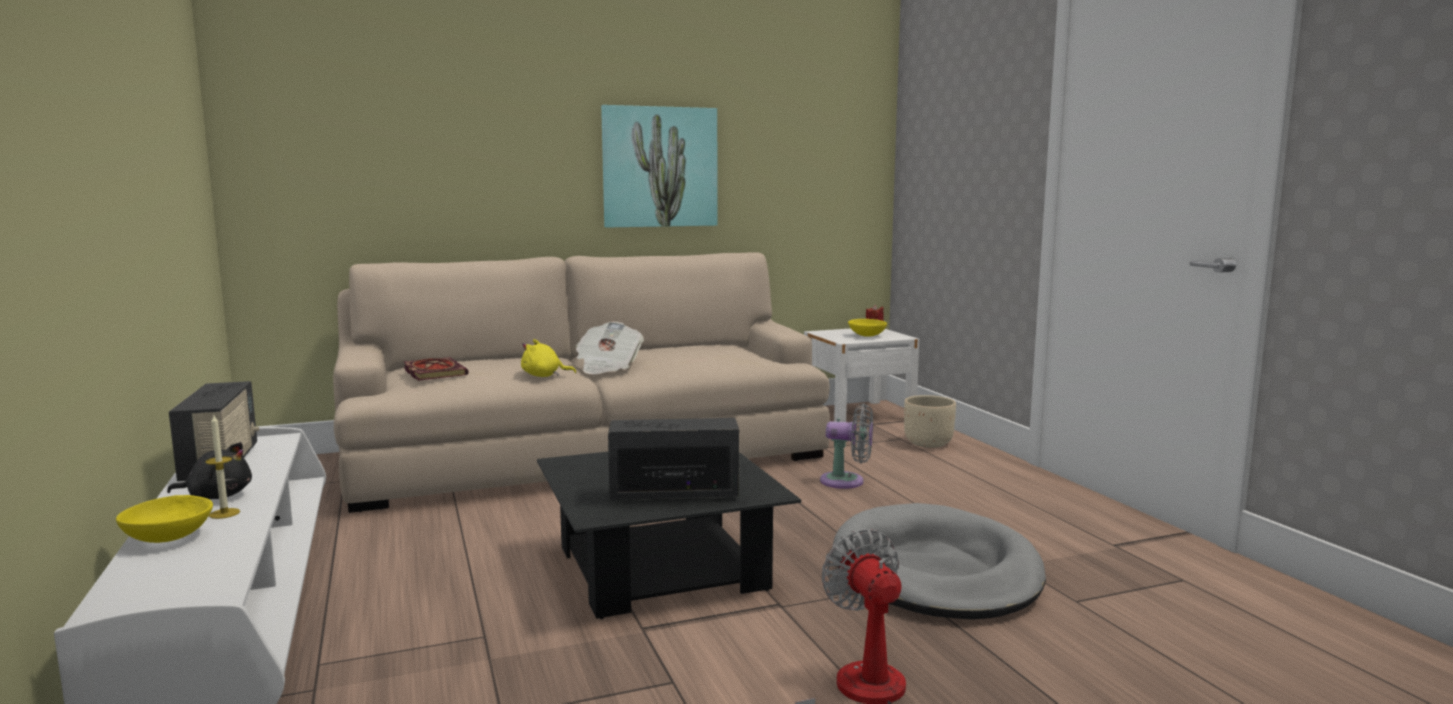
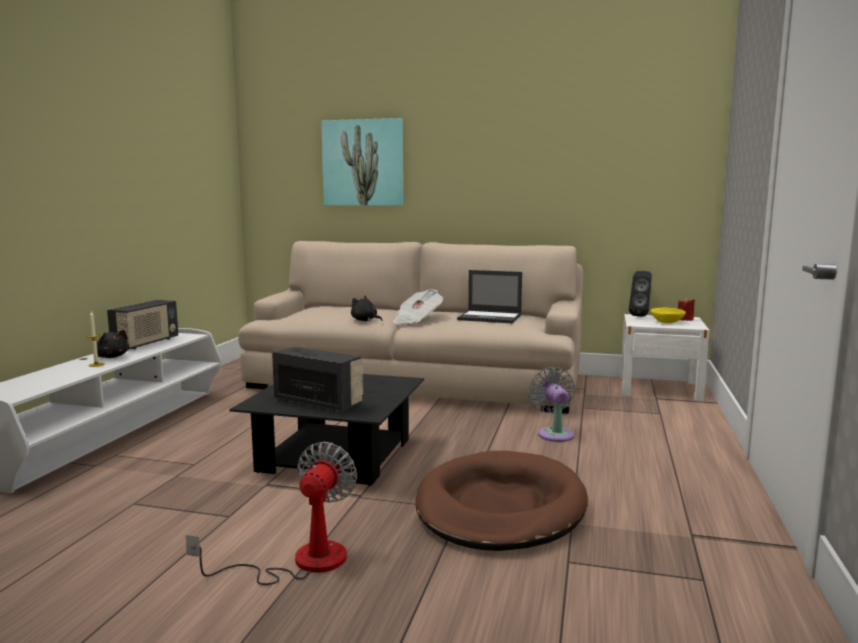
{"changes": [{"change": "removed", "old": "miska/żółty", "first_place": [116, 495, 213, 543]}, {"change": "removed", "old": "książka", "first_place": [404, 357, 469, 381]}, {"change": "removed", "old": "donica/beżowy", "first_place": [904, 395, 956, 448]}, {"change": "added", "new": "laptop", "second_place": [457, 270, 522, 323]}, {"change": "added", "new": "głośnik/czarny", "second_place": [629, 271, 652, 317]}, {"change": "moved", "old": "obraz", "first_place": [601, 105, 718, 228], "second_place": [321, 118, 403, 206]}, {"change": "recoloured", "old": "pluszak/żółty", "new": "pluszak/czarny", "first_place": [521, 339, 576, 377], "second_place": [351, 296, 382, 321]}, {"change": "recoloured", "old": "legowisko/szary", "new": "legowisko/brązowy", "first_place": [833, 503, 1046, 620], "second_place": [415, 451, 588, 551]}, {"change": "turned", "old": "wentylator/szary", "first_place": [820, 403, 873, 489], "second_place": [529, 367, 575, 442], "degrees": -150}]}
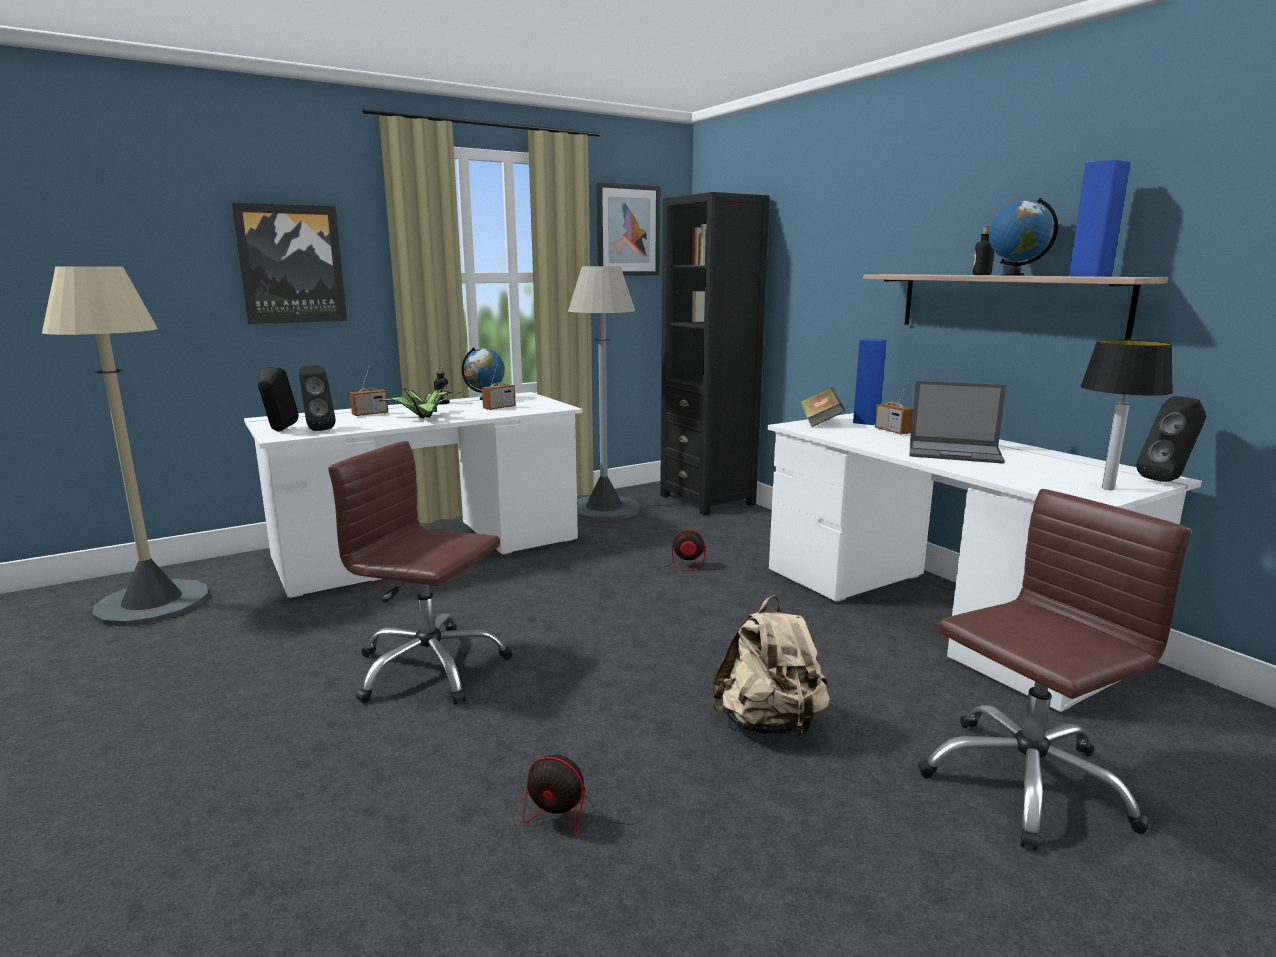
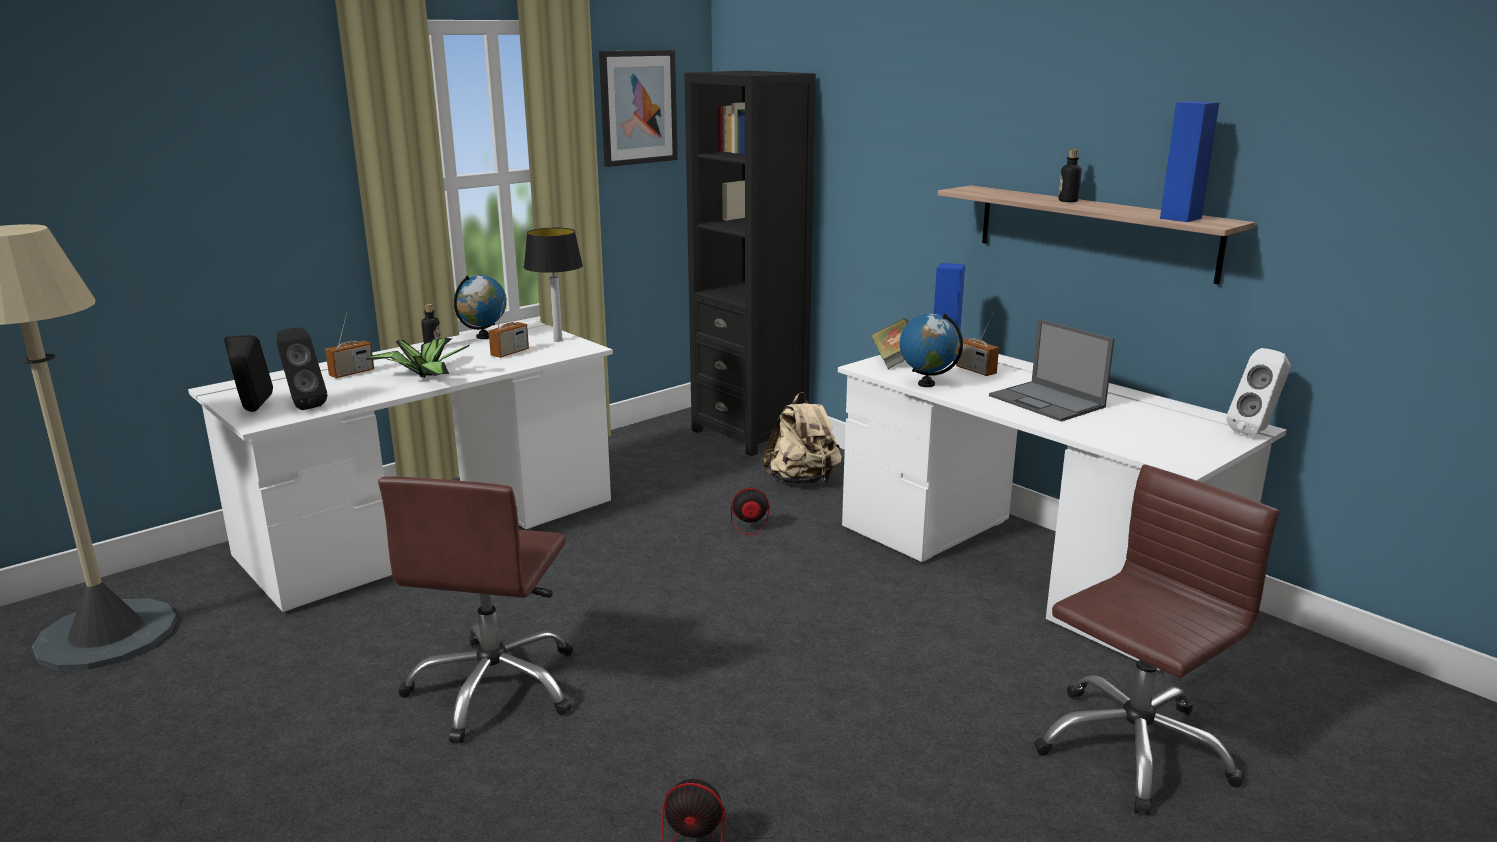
{"changes": [{"change": "removed", "old": "obraz", "first_place": [231, 202, 347, 324]}, {"change": "removed", "old": "lampa stojąca/szary", "first_place": [568, 266, 640, 521]}, {"change": "moved", "old": "plecak/beżowy", "first_place": [712, 595, 830, 737], "second_place": [762, 392, 842, 484]}, {"change": "moved", "old": "globus", "first_place": [989, 198, 1058, 276], "second_place": [900, 313, 963, 387]}, {"change": "moved", "old": "lampa stołowa", "first_place": [1080, 339, 1173, 490], "second_place": [524, 228, 583, 342]}, {"change": "recoloured", "old": "głośnik/czarny", "new": "głośnik/biały", "first_place": [1136, 396, 1206, 482], "second_place": [1226, 348, 1291, 436]}, {"change": "turned", "old": "krzesło biurowe/brązowy", "first_place": [328, 441, 512, 705], "second_place": [378, 476, 573, 743], "degrees": -90}, {"change": "turned", "old": "laptop", "first_place": [910, 381, 1006, 464], "second_place": [989, 319, 1114, 422], "degrees": 45}]}
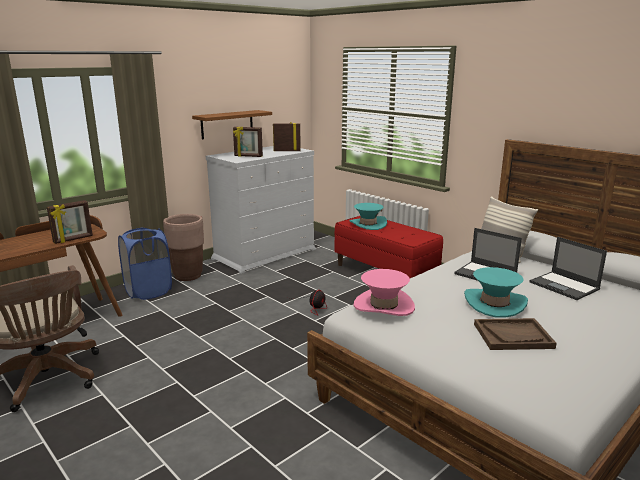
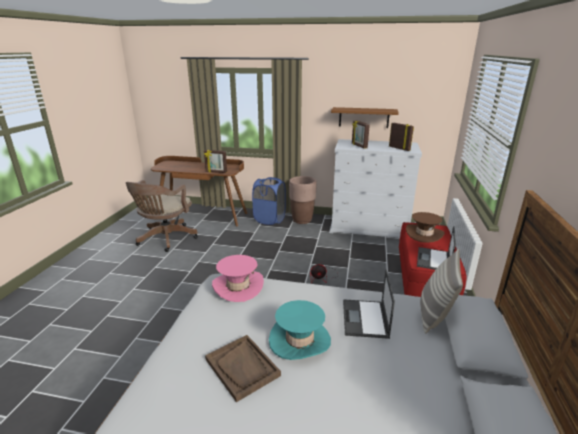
{"changes": [{"change": "moved", "old": "laptop", "first_place": [530, 237, 607, 300], "second_place": [417, 226, 456, 270]}, {"change": "recoloured", "old": "kapelusz/turkusowy", "new": "kapelusz/brązowy", "first_place": [350, 203, 387, 230], "second_place": [406, 212, 445, 243]}]}
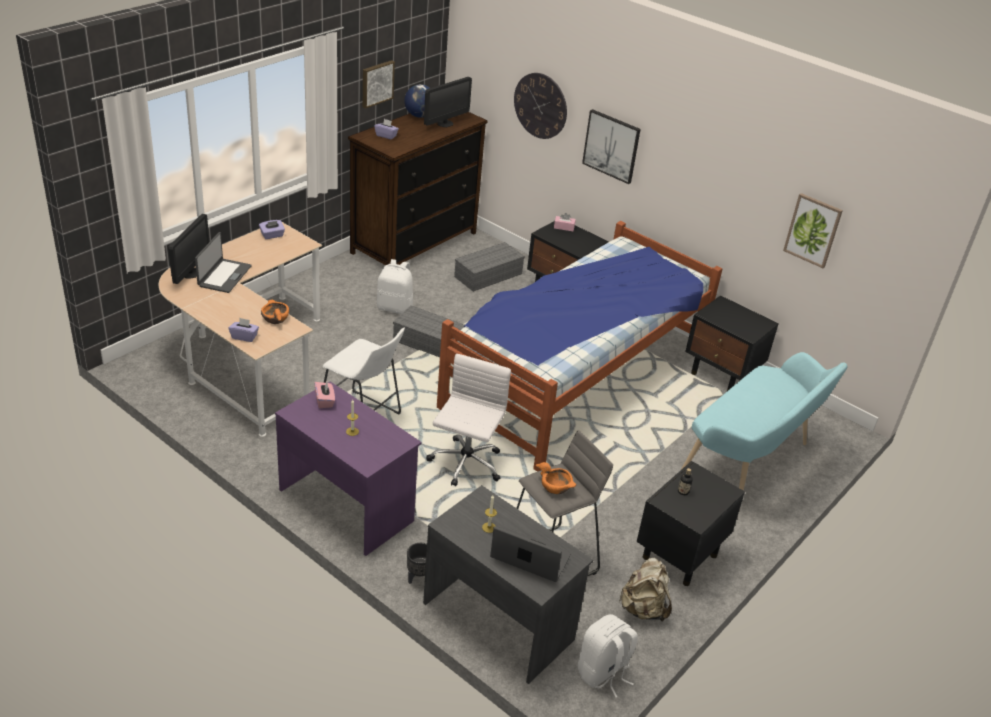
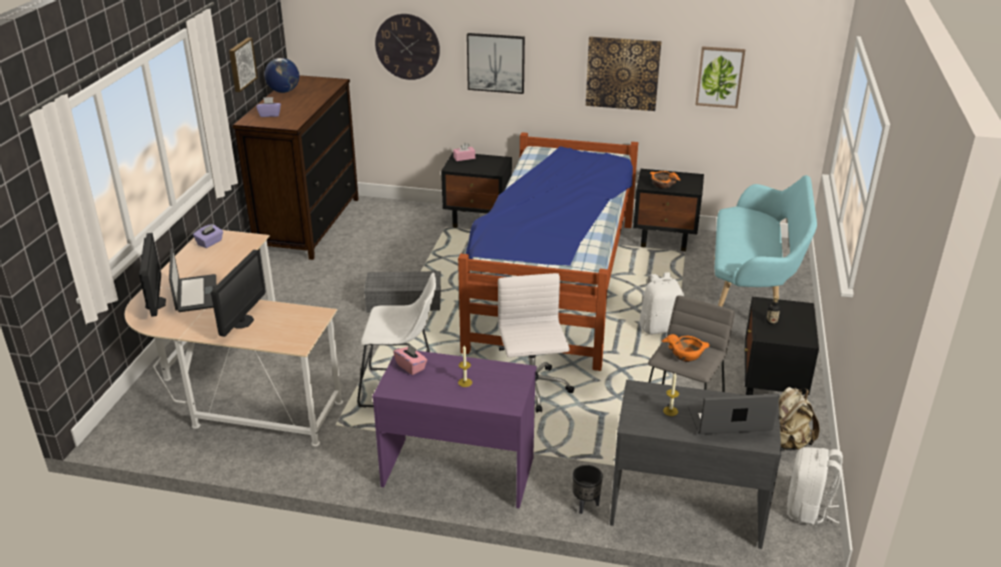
{"changes": [{"change": "removed", "old": "pudełko chusteczek/fioletowy", "first_place": [229, 318, 259, 342]}, {"change": "removed", "old": "pojemnik do przechowywania/szary", "first_place": [454, 242, 525, 292]}, {"change": "added", "new": "obraz", "second_place": [586, 37, 661, 111]}, {"change": "moved", "old": "miska/pomarańczowy", "first_place": [261, 300, 289, 324], "second_place": [650, 171, 680, 189]}, {"change": "moved", "old": "plecak/biały", "first_place": [377, 259, 413, 314], "second_place": [639, 272, 685, 334]}, {"change": "moved", "old": "monitor", "first_place": [424, 77, 472, 127], "second_place": [211, 250, 266, 337]}]}
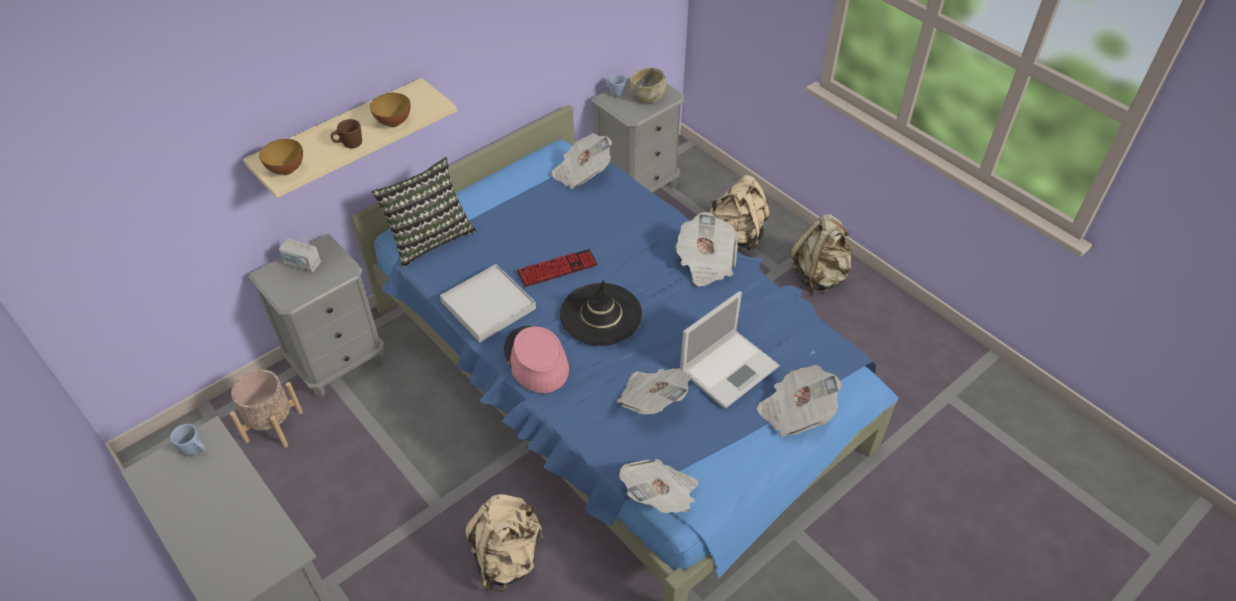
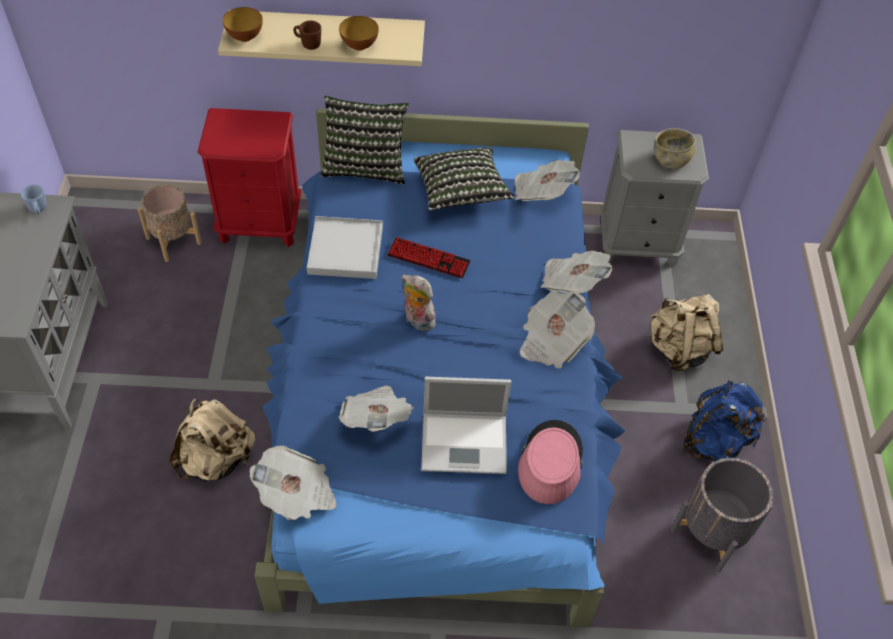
{"changes": [{"change": "removed", "old": "radio", "first_place": [279, 235, 321, 273]}, {"change": "removed", "old": "kubek/niebieski", "first_place": [604, 74, 626, 97]}, {"change": "added", "new": "poduszka", "second_place": [413, 147, 515, 210]}, {"change": "added", "new": "donica/szary", "second_place": [670, 458, 773, 572]}, {"change": "moved", "old": "kapelusz/różowy", "first_place": [504, 326, 569, 393], "second_place": [518, 420, 583, 504]}, {"change": "moved", "old": "gazeta", "first_place": [757, 365, 842, 437], "second_place": [541, 250, 612, 294]}, {"change": "replaced", "old": "kapelusz/czarny", "new": "pluszak", "first_place": [560, 280, 642, 346], "second_place": [402, 275, 436, 331]}, {"change": "recoloured", "old": "szafka nocna/szary", "new": "szafka nocna/czerwony", "first_place": [248, 234, 385, 398], "second_place": [197, 108, 302, 247]}, {"change": "recoloured", "old": "plecak/beżowy", "new": "plecak/niebieski", "first_place": [790, 214, 852, 294], "second_place": [683, 380, 767, 461]}]}
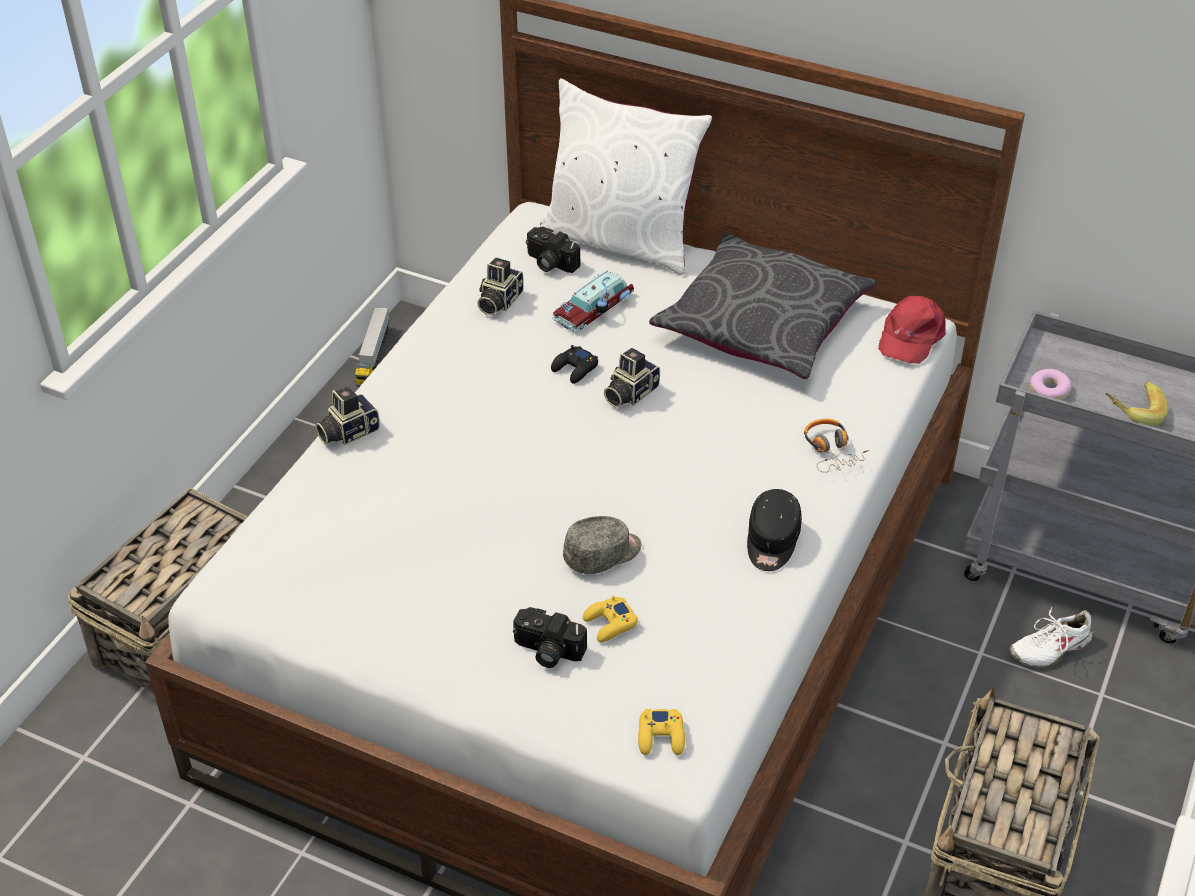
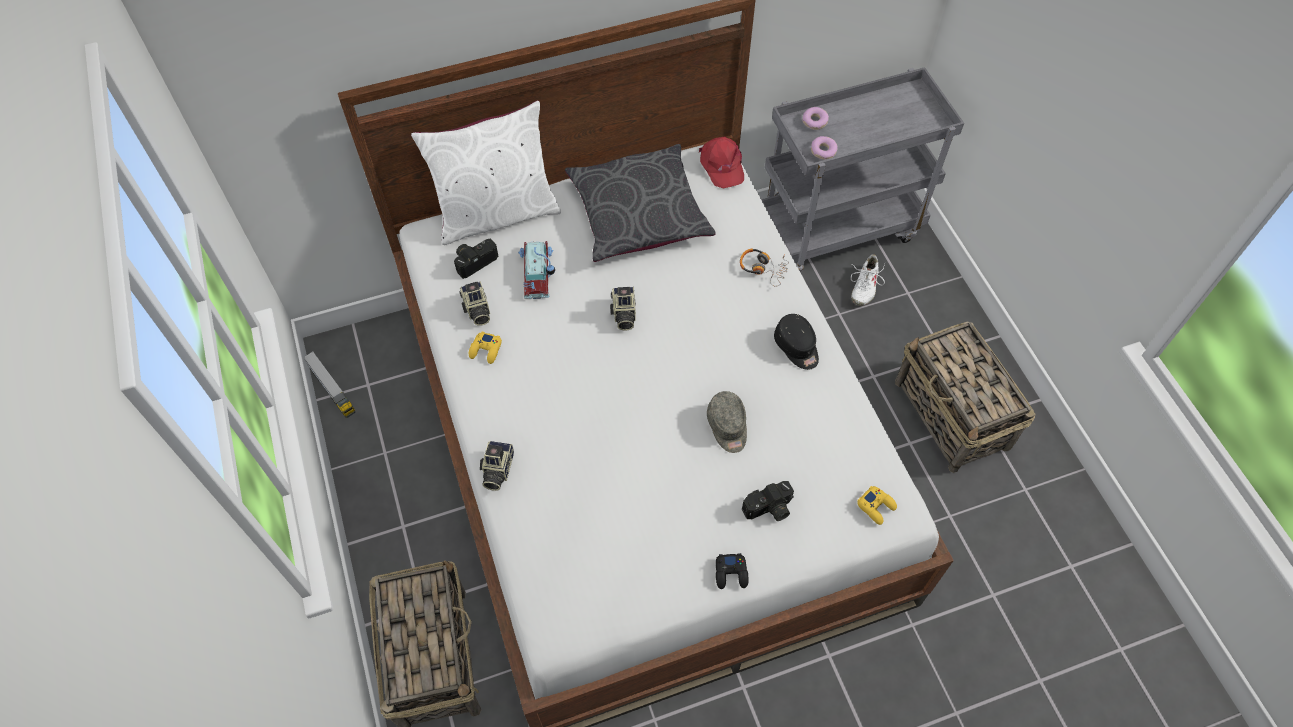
{"changes": [{"change": "removed", "old": "banan", "first_place": [1105, 381, 1168, 426]}, {"change": "added", "new": "donut", "second_place": [802, 107, 829, 130]}, {"change": "moved", "old": "pad do gier/czarny", "first_place": [551, 345, 598, 384], "second_place": [716, 553, 749, 589]}, {"change": "moved", "old": "pad do gier/żółty", "first_place": [583, 595, 638, 642], "second_place": [469, 332, 502, 364]}, {"change": "turned", "old": "aparat fotograficzny", "first_place": [526, 227, 580, 273], "second_place": [454, 239, 498, 279], "degrees": 150}, {"change": "turned", "old": "czapka z daszkiem/szary", "first_place": [563, 516, 642, 574], "second_place": [707, 391, 747, 453], "degrees": 150}]}
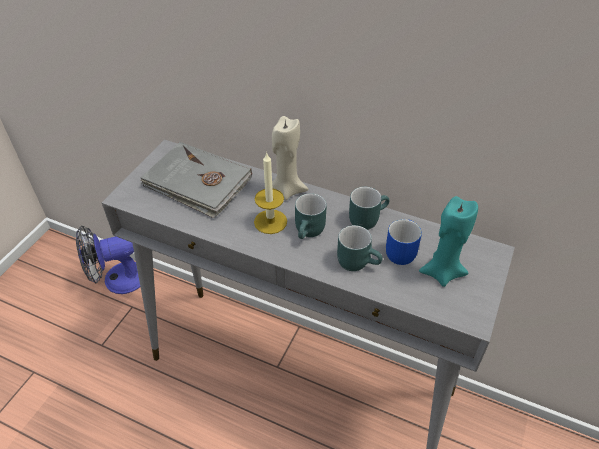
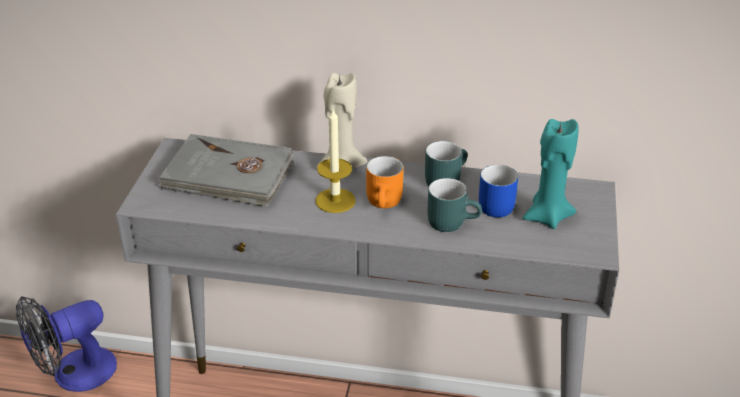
{"changes": [{"change": "recoloured", "old": "kubek/turkusowy", "new": "kubek/pomarańczowy", "first_place": [295, 193, 327, 239], "second_place": [366, 156, 403, 208]}]}
